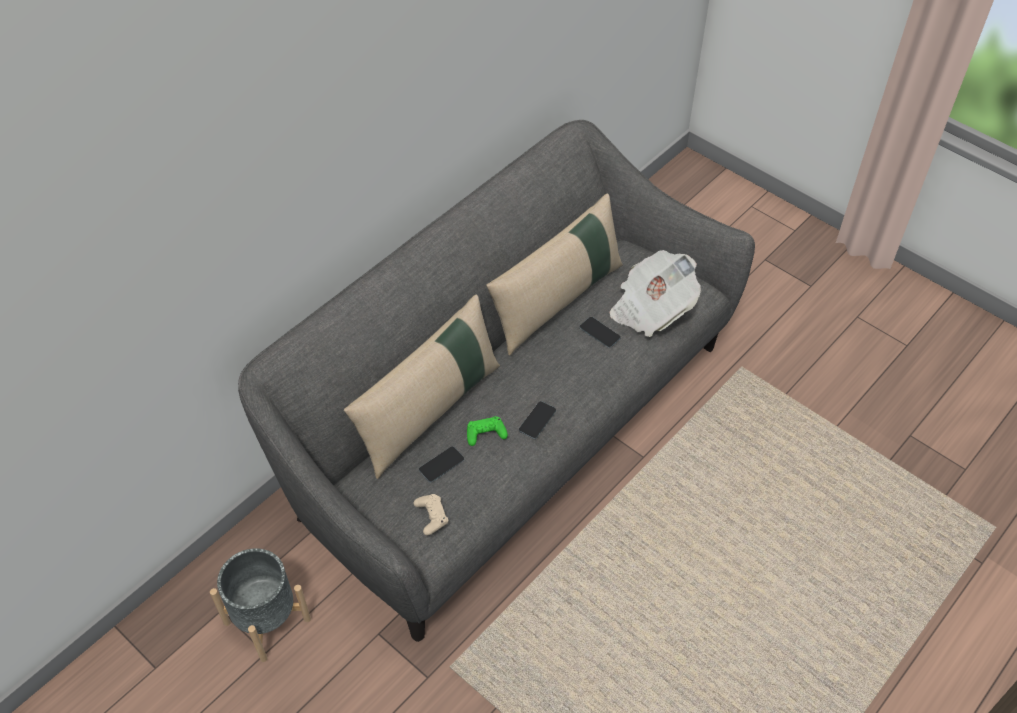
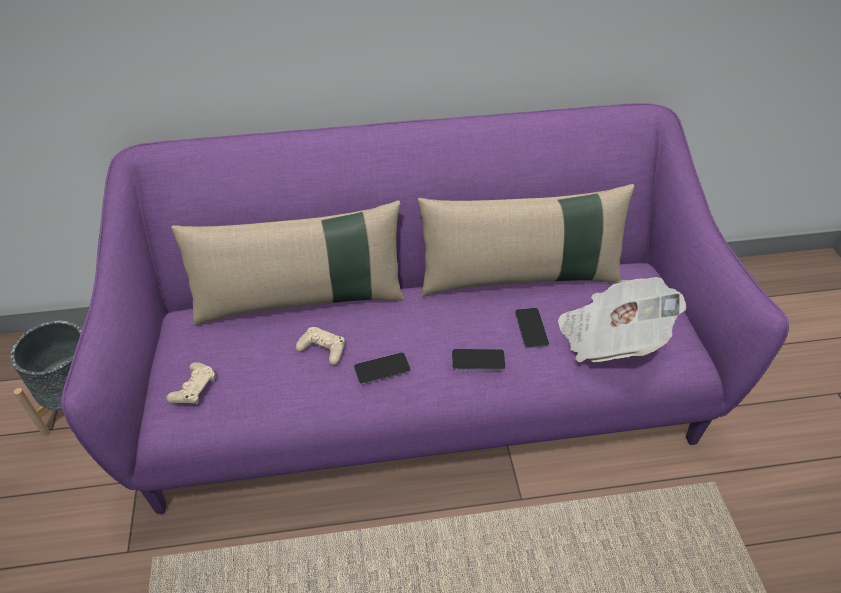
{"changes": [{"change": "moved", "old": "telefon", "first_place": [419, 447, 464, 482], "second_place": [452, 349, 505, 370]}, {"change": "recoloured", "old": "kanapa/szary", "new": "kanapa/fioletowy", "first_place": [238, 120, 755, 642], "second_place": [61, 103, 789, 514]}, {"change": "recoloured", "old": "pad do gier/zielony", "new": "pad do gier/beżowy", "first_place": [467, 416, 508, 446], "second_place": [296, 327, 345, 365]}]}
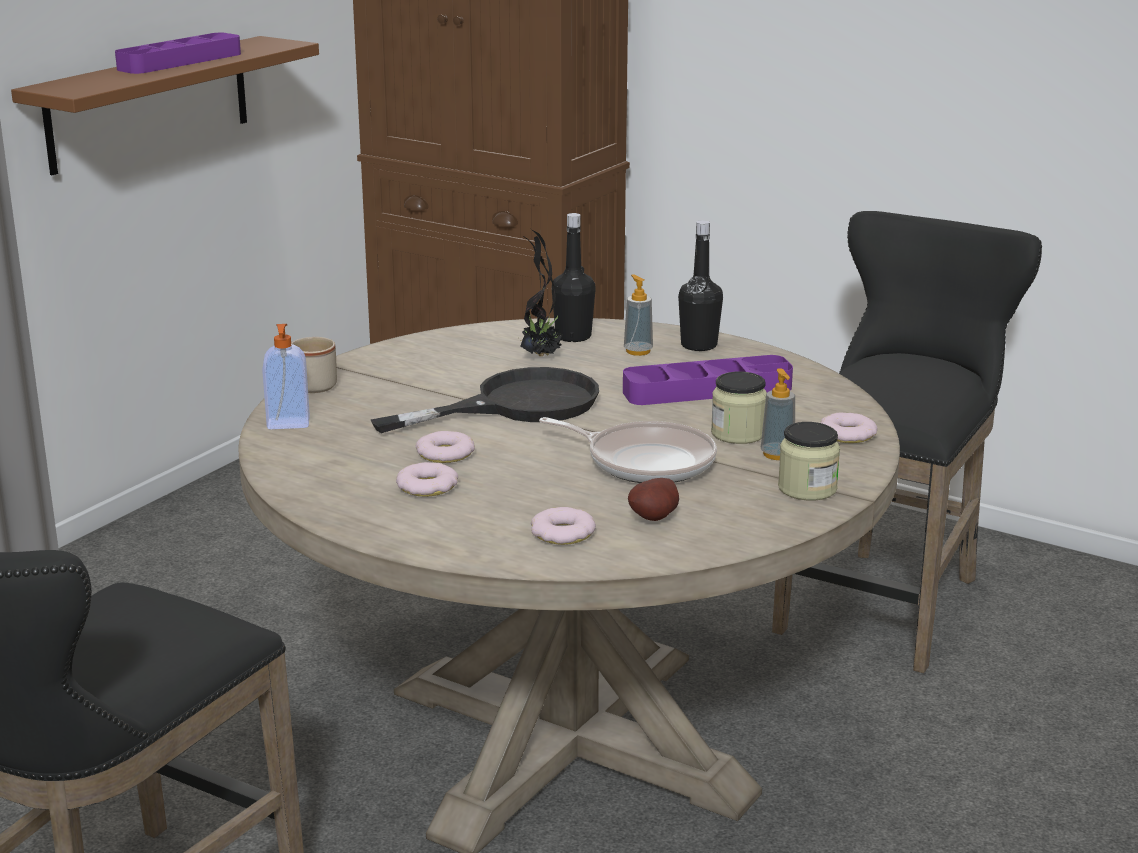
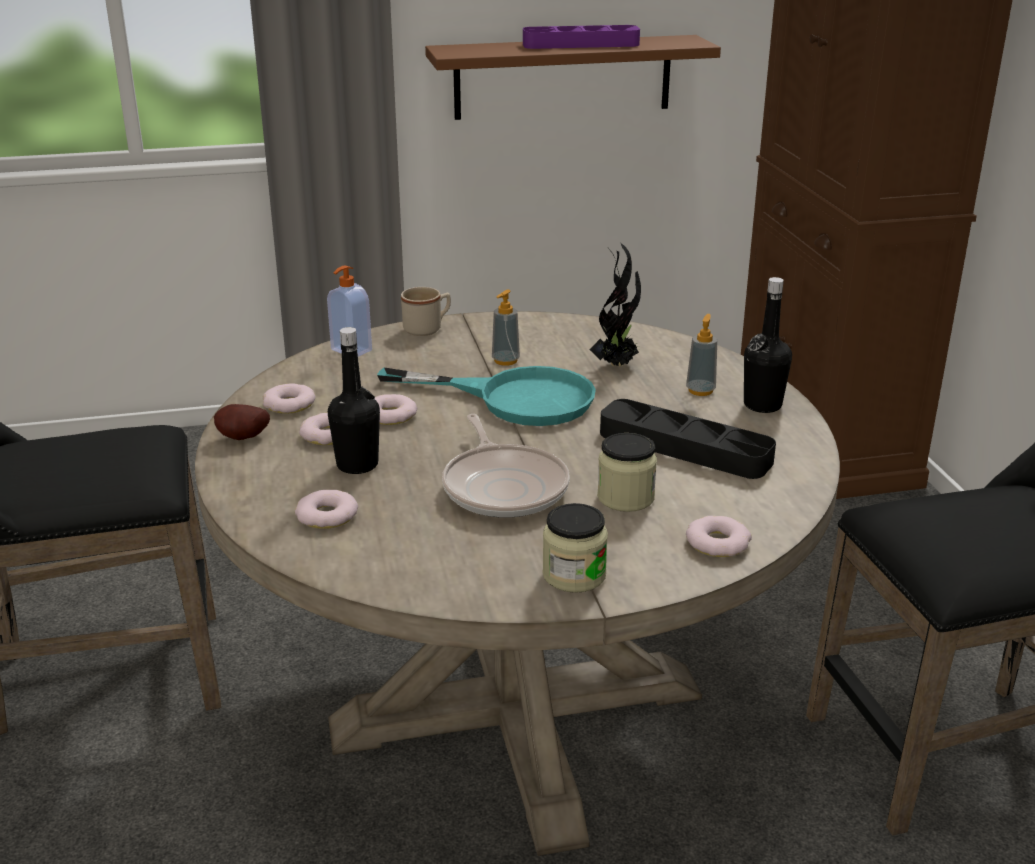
{"changes": [{"change": "added", "new": "donut", "second_place": [263, 383, 315, 414]}, {"change": "moved", "old": "butelka/czarny", "first_place": [552, 213, 596, 342], "second_place": [328, 327, 380, 474]}, {"change": "moved", "old": "ziemniak", "first_place": [628, 478, 679, 521], "second_place": [214, 404, 270, 440]}, {"change": "moved", "old": "dozownik mydła", "first_place": [761, 368, 795, 460], "second_place": [492, 290, 520, 366]}, {"change": "recoloured", "old": "patelnia/czarny", "new": "patelnia/turkusowy", "first_place": [371, 367, 599, 433], "second_place": [377, 366, 596, 426]}, {"change": "recoloured", "old": "taca/fioletowy", "new": "taca/czarny", "first_place": [623, 355, 793, 405], "second_place": [600, 399, 776, 479]}]}
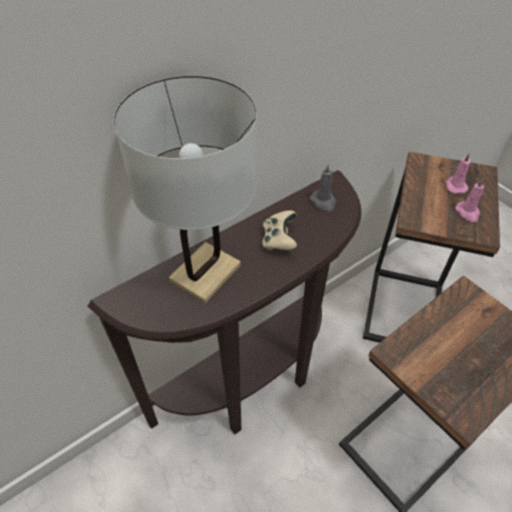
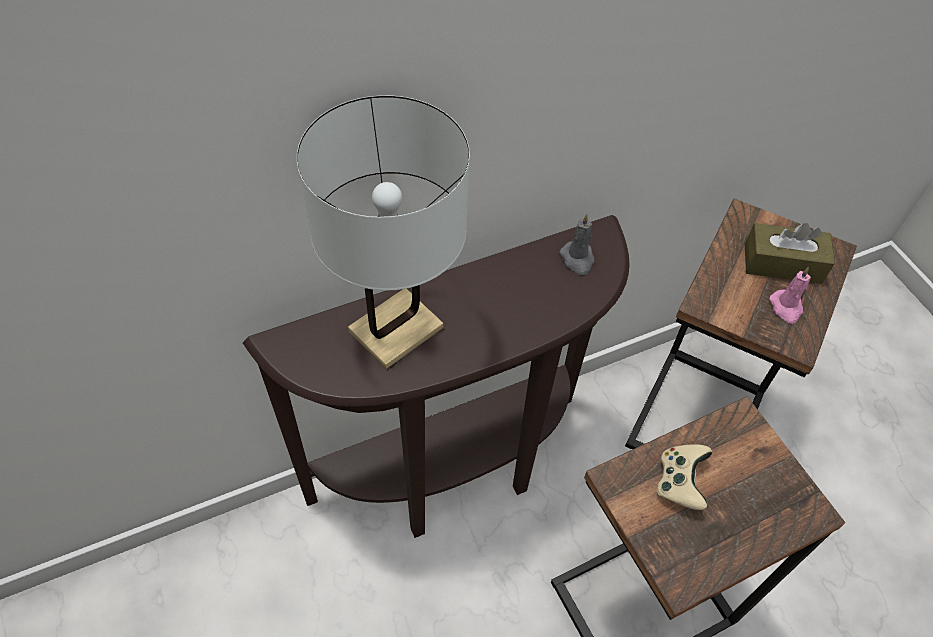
{"changes": [{"change": "moved", "old": "pad do gier/beżowy", "first_place": [262, 210, 297, 250], "second_place": [657, 445, 712, 510]}, {"change": "replaced", "old": "świeca/różowy", "new": "pudełko chusteczek/brązowy", "first_place": [445, 153, 470, 194], "second_place": [745, 223, 835, 284]}]}
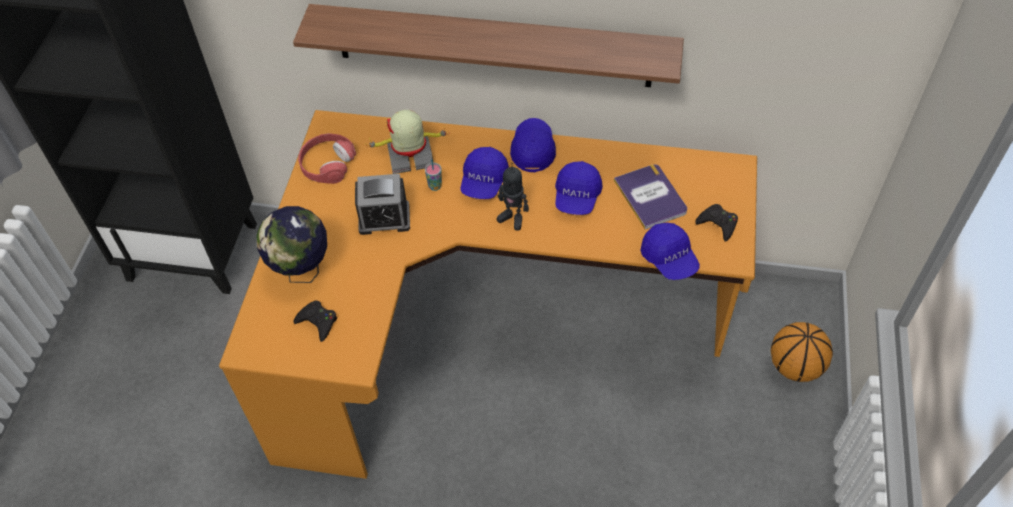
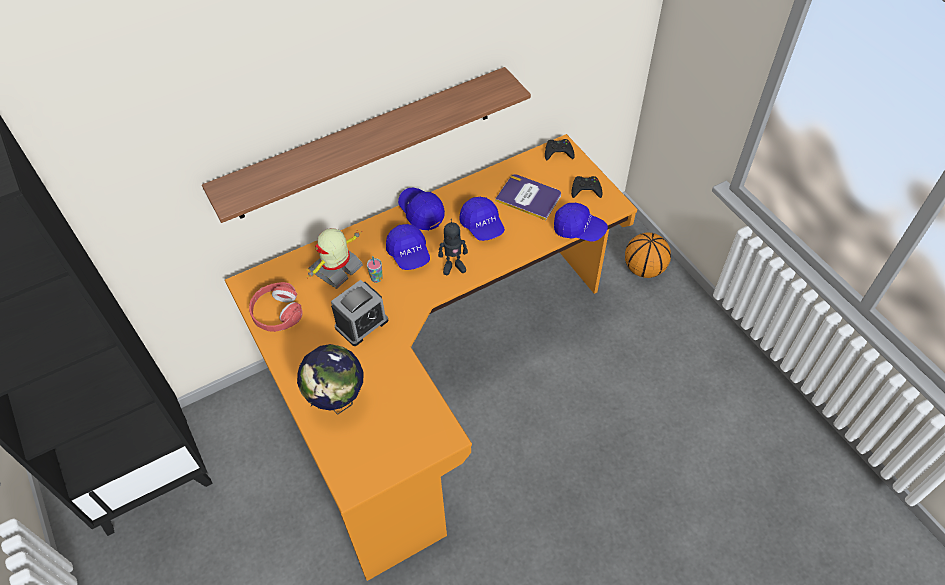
{"changes": [{"change": "moved", "old": "pad do gier/czarny", "first_place": [293, 301, 337, 342], "second_place": [545, 139, 575, 160]}]}
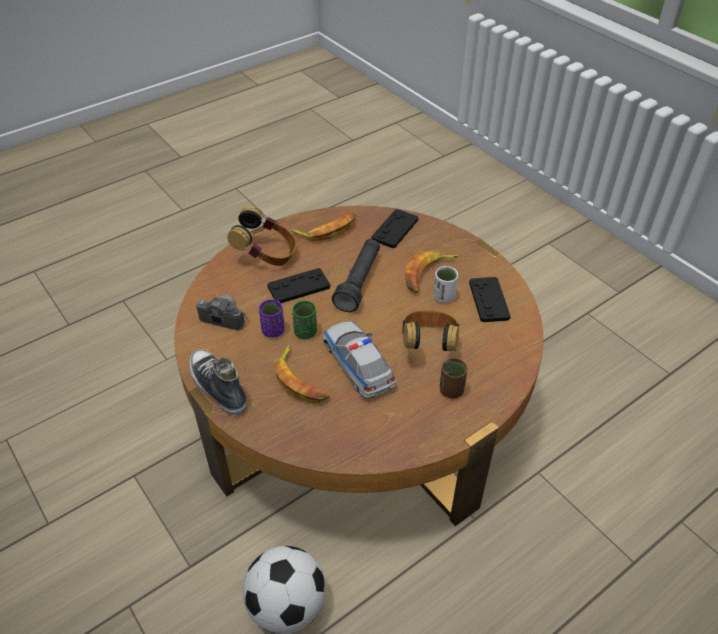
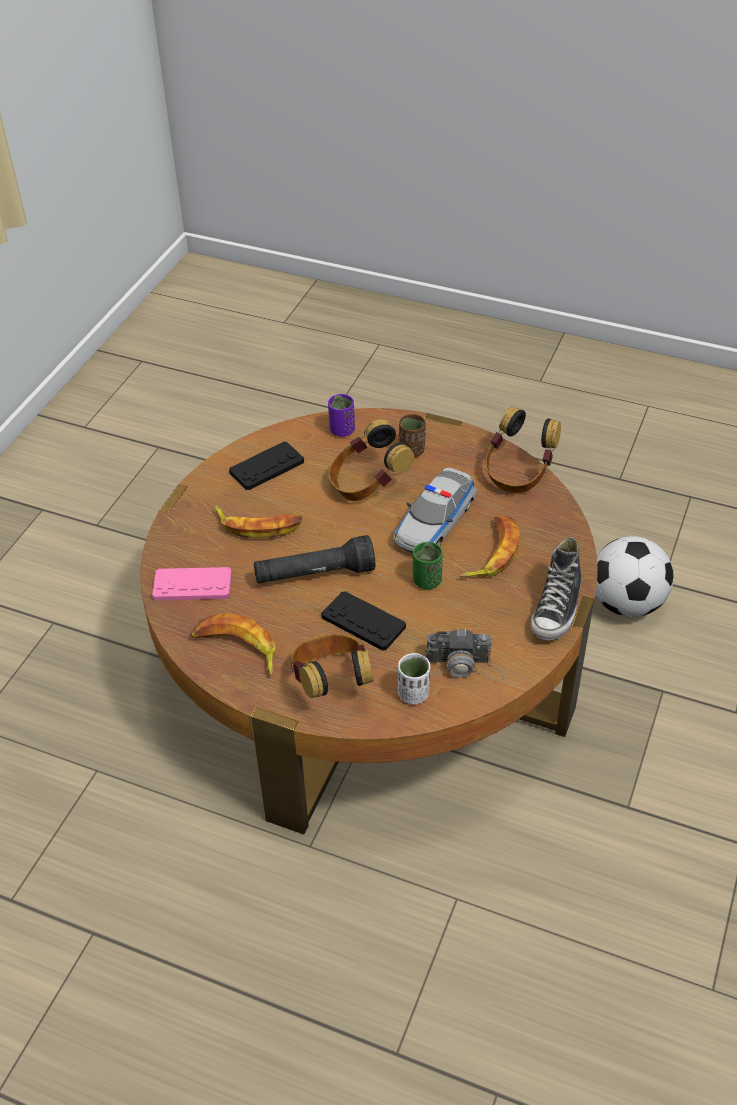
{"changes": [{"change": "added", "new": "słuchawki", "second_place": [486, 406, 561, 493]}, {"change": "moved", "old": "filiżanka/fioletowy", "first_place": [259, 299, 285, 338], "second_place": [328, 394, 355, 437]}, {"change": "moved", "old": "filiżanka/biały", "first_place": [433, 266, 458, 303], "second_place": [398, 653, 430, 704]}, {"change": "recoloured", "old": "pad do gier/czarny", "new": "pad do gier/różowy", "first_place": [371, 209, 418, 248], "second_place": [152, 567, 232, 601]}, {"change": "turned", "old": "aparat fotograficzny", "first_place": [196, 294, 250, 331], "second_place": [425, 628, 506, 682], "degrees": -75}]}
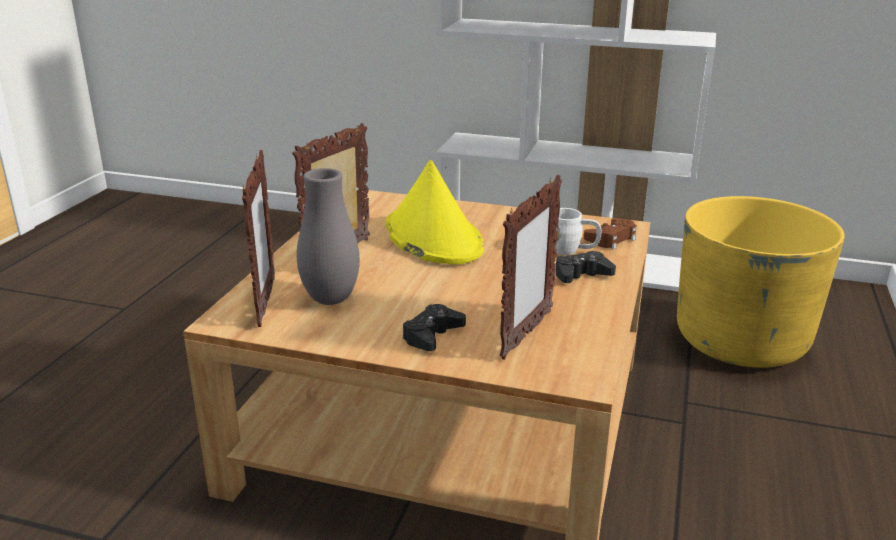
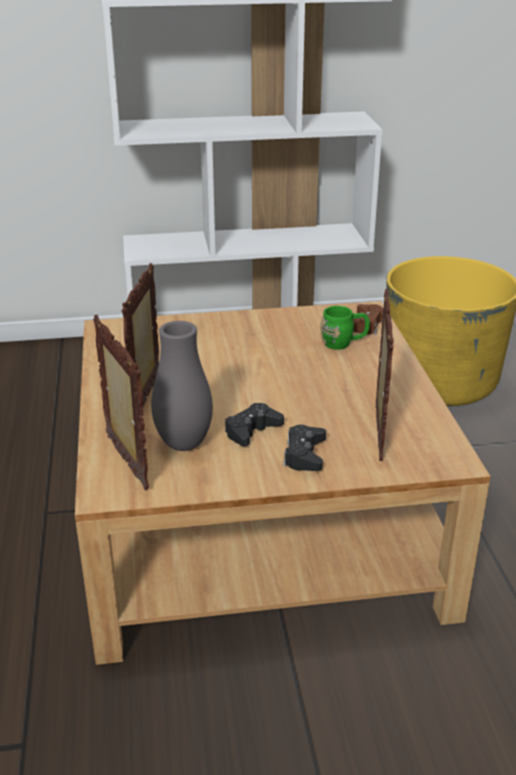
{"changes": [{"change": "removed", "old": "kapelusz/żółty", "first_place": [385, 160, 484, 265]}, {"change": "moved", "old": "pad do gier/czarny", "first_place": [556, 251, 616, 283], "second_place": [225, 403, 284, 446]}, {"change": "recoloured", "old": "kubek/biały", "new": "kubek/zielony", "first_place": [555, 208, 602, 255], "second_place": [320, 306, 370, 350]}]}
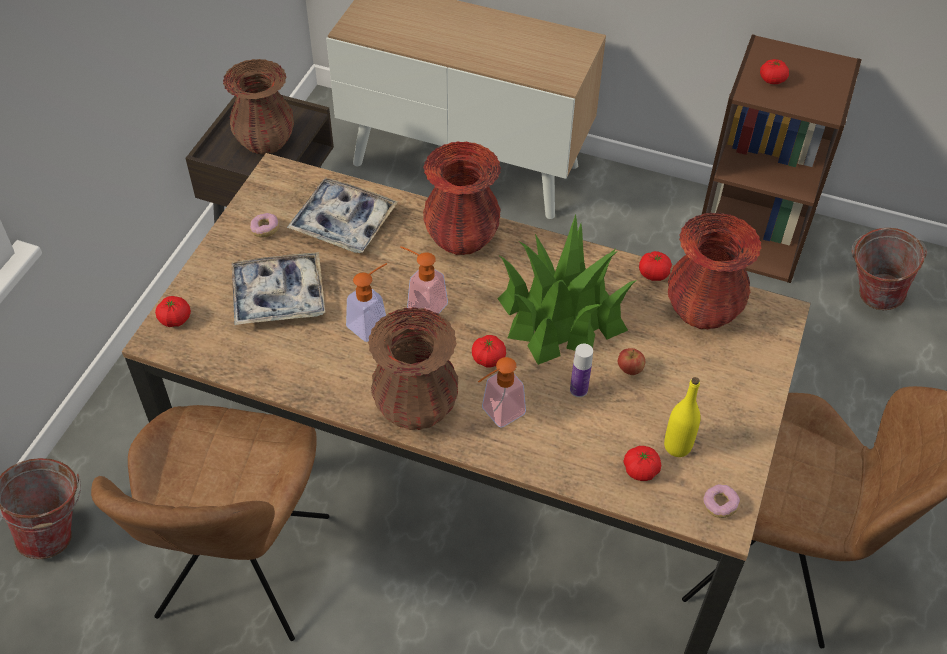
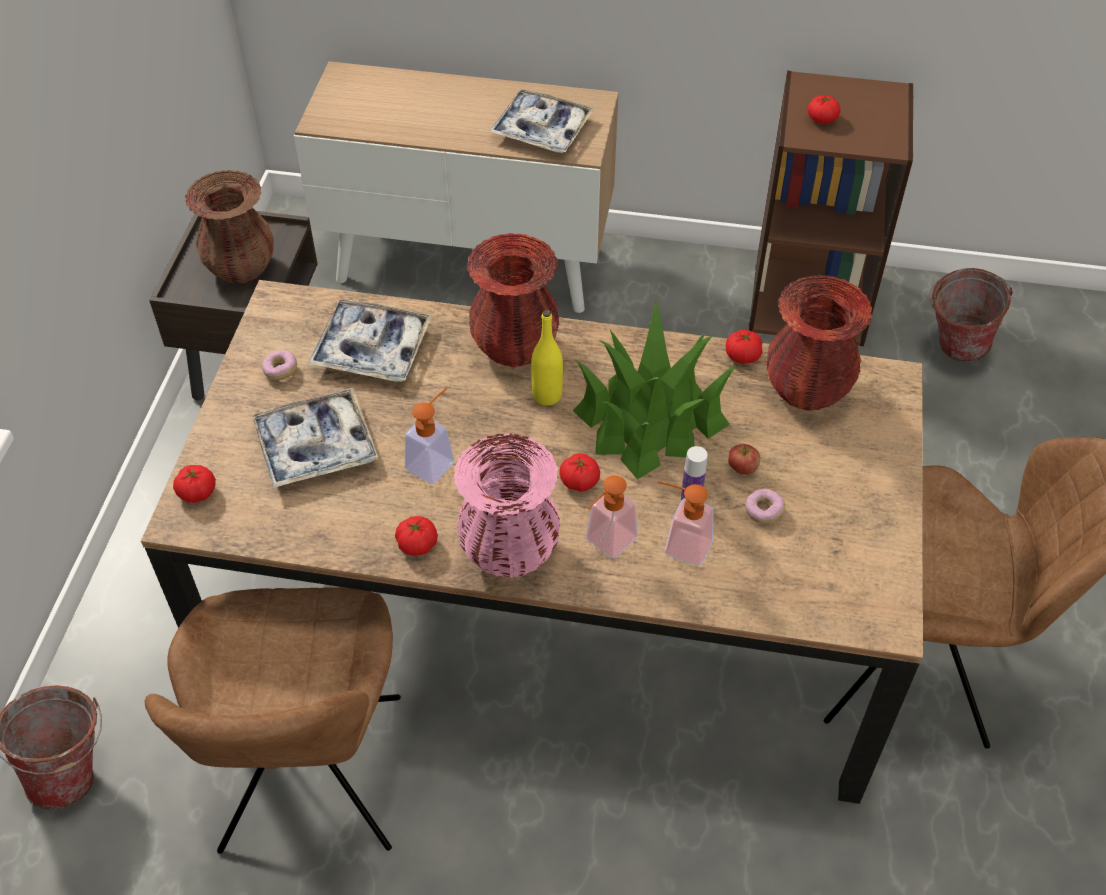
{"changes": [{"change": "added", "new": "taca", "second_place": [489, 89, 595, 153]}, {"change": "moved", "old": "dozownik mydła", "first_place": [400, 246, 448, 313], "second_place": [658, 481, 713, 566]}, {"change": "moved", "old": "pomidor", "first_place": [624, 446, 661, 481], "second_place": [395, 516, 438, 556]}, {"change": "moved", "old": "butelka/żółty", "first_place": [664, 377, 701, 457], "second_place": [531, 310, 563, 406]}, {"change": "moved", "old": "donut", "first_place": [703, 484, 740, 518], "second_place": [745, 489, 785, 524]}, {"change": "recoloured", "old": "wazon/brązowy", "new": "wazon/różowy", "first_place": [368, 307, 458, 430], "second_place": [454, 433, 560, 578]}]}
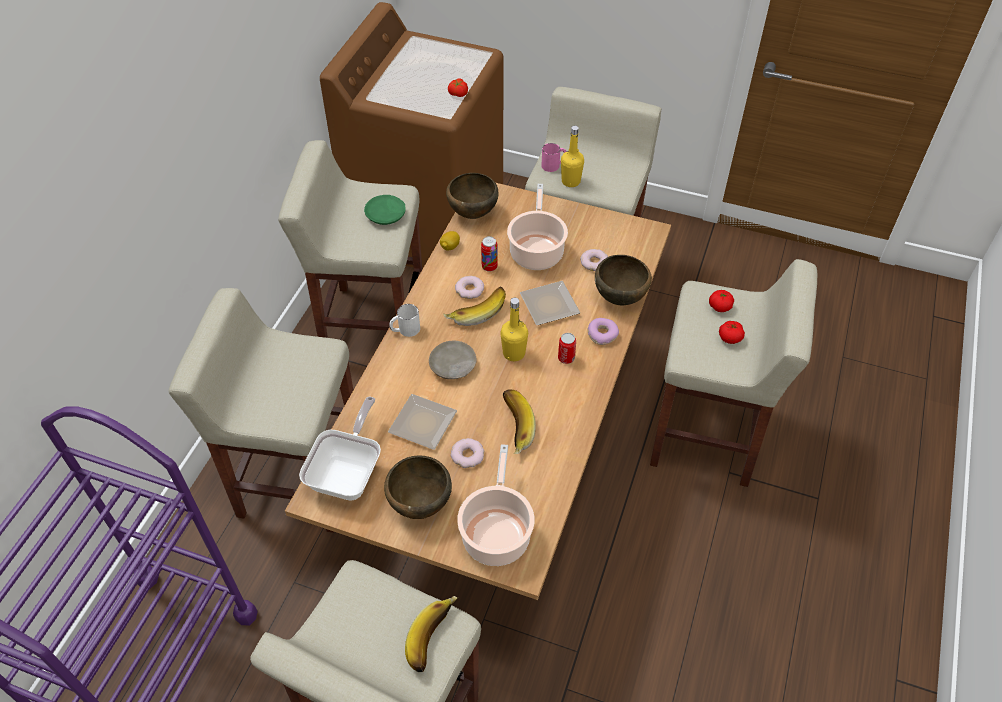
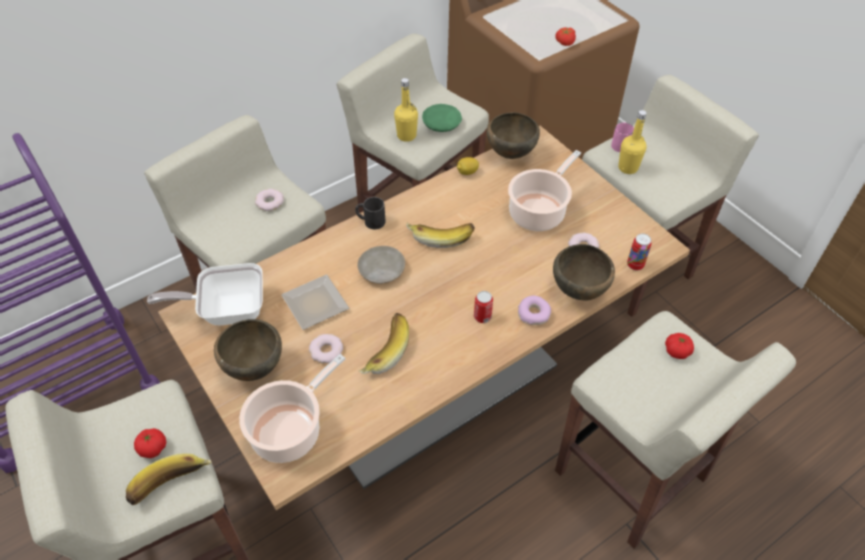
{"changes": [{"change": "removed", "old": "talerz", "first_place": [520, 281, 580, 325]}, {"change": "moved", "old": "donut", "first_place": [455, 276, 484, 299], "second_place": [255, 189, 284, 211]}, {"change": "moved", "old": "puszka", "first_place": [481, 236, 498, 272], "second_place": [627, 233, 651, 271]}, {"change": "moved", "old": "butelka/żółty", "first_place": [500, 298, 528, 361], "second_place": [394, 78, 418, 142]}, {"change": "moved", "old": "pomidor", "first_place": [719, 321, 745, 344], "second_place": [134, 428, 166, 458]}, {"change": "recoloured", "old": "kubek/biały", "new": "kubek/czarny", "first_place": [389, 304, 420, 337], "second_place": [355, 197, 386, 229]}, {"change": "turned", "old": "patelnia", "first_place": [299, 397, 381, 501], "second_place": [147, 263, 263, 325], "degrees": -150}]}
